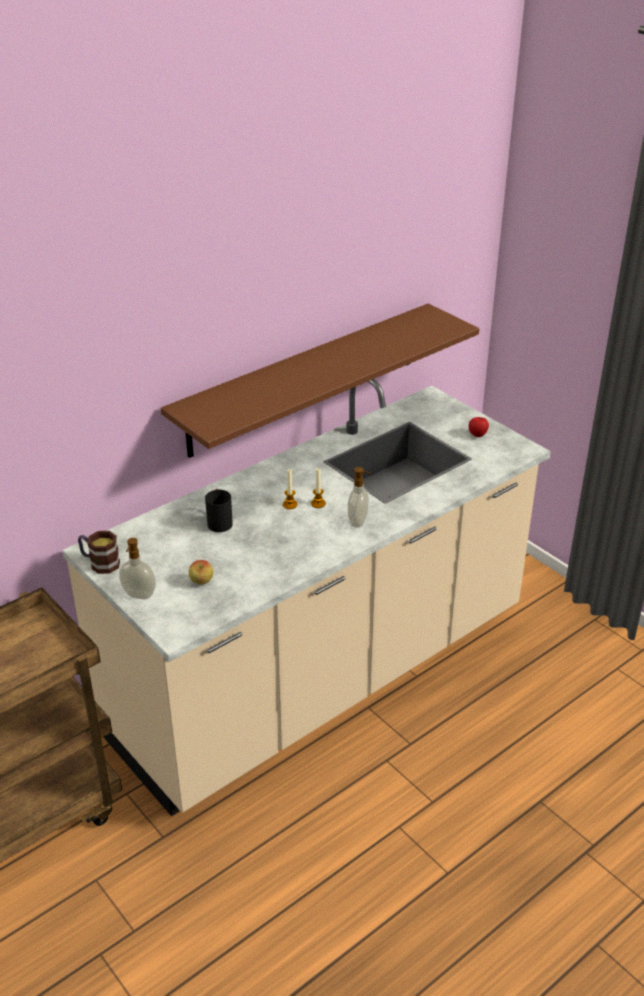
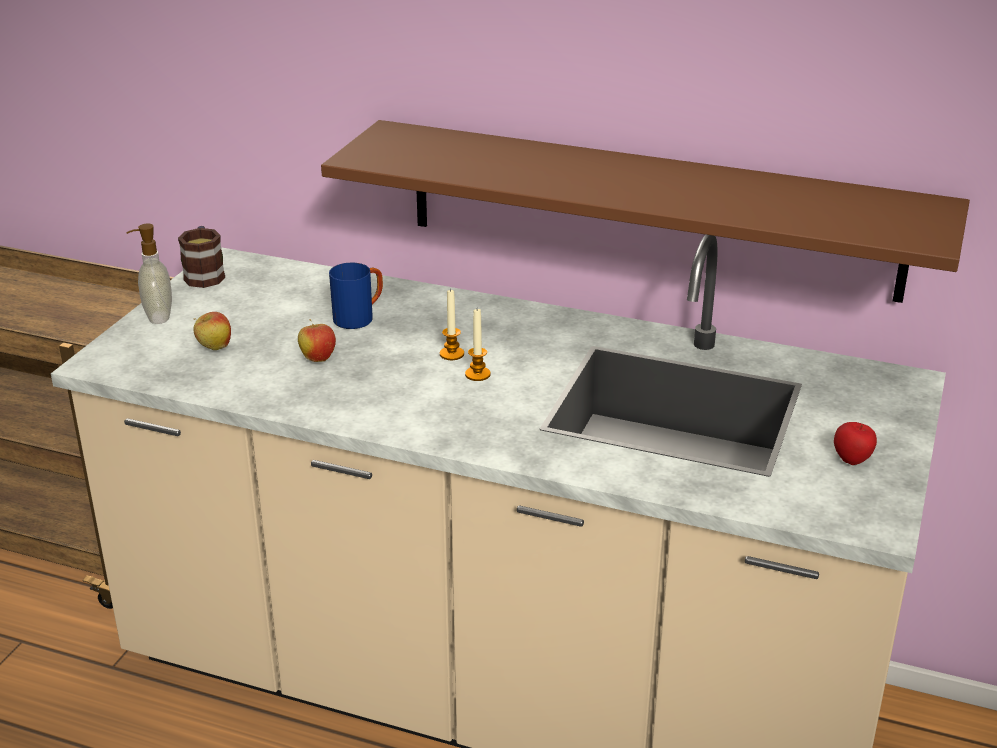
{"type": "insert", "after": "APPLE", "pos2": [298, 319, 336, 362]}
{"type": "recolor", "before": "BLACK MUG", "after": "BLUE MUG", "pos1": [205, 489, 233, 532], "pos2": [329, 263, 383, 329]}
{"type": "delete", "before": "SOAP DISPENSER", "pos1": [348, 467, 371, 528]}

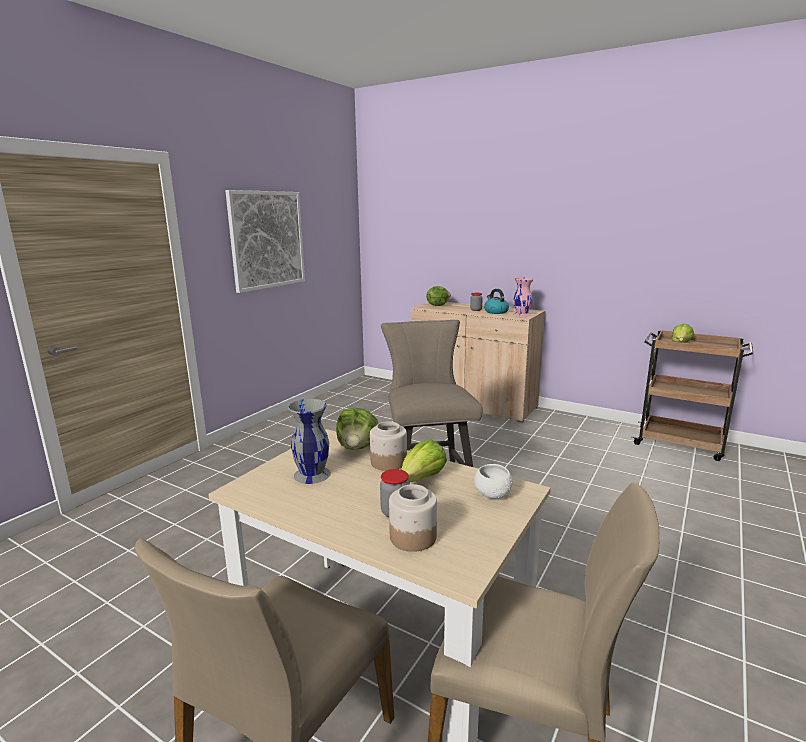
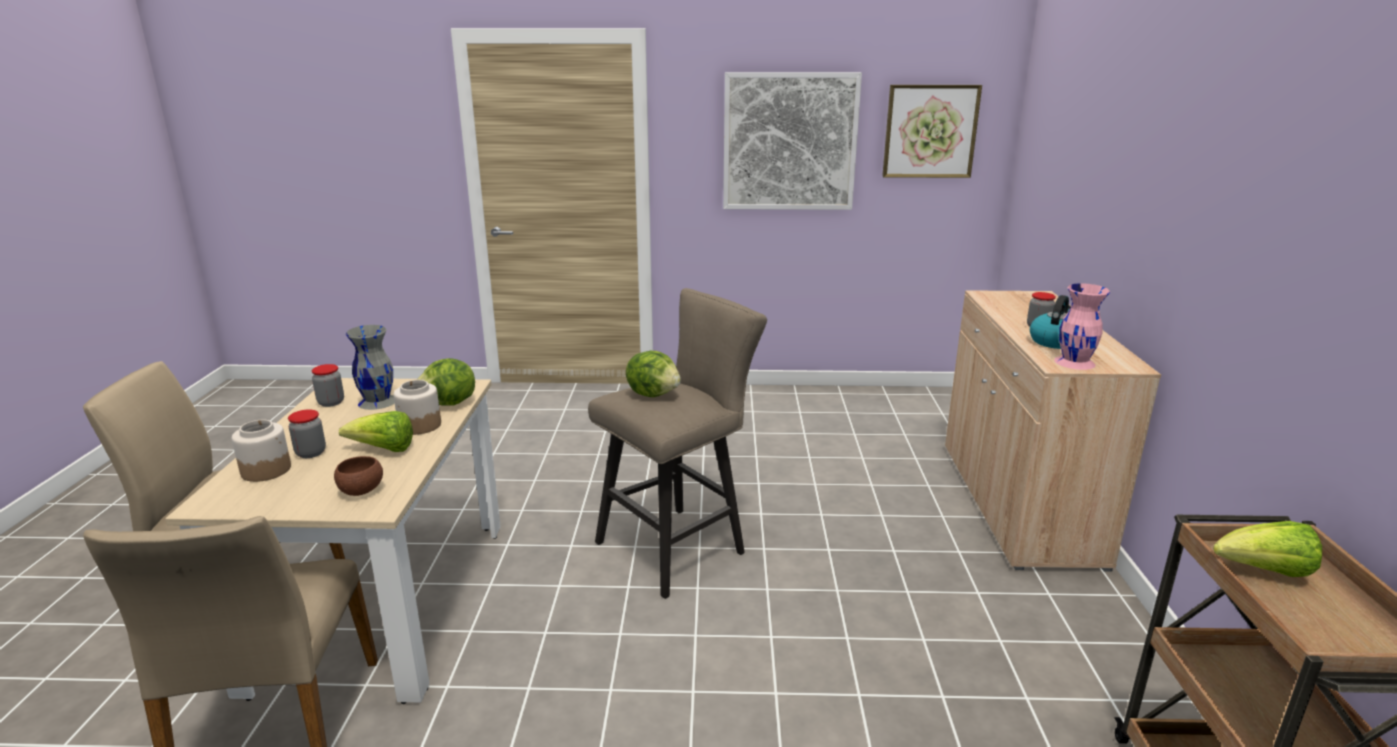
{"type": "insert", "after": "JAR", "pos2": [312, 364, 344, 407]}
{"type": "recolor", "before": "WHITE BOWL", "after": "BROWN BOWL", "pos1": [474, 464, 512, 499], "pos2": [334, 456, 383, 496]}
{"type": "move", "before": "LETTUCE", "pos1": [426, 286, 451, 306], "pos2": [626, 351, 681, 397]}
{"type": "insert", "after": "PICTURE", "pos2": [882, 85, 982, 178]}

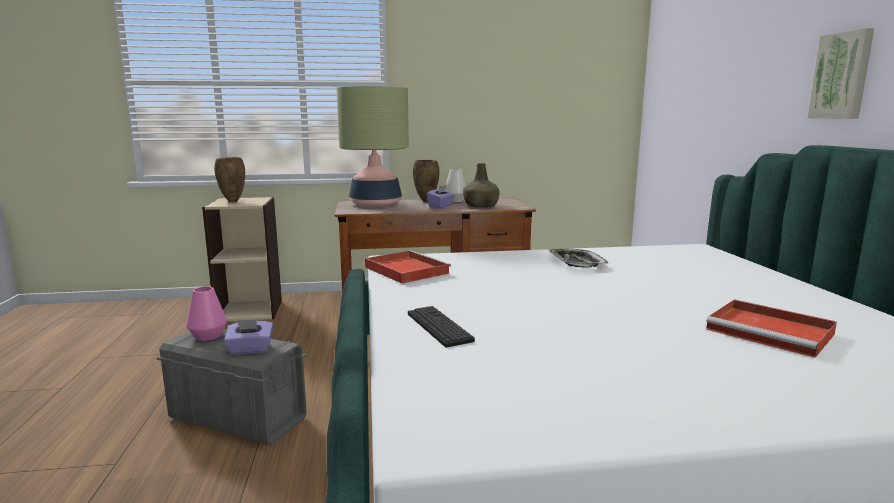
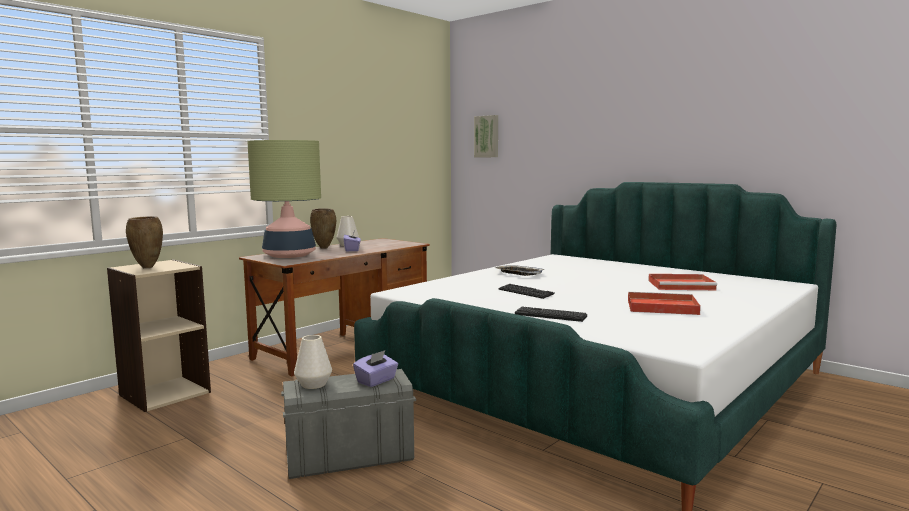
{"type": "recolor", "before": "PINK VASE", "after": "WHITE VASE", "pos1": [186, 286, 227, 341], "pos2": [294, 335, 332, 389]}
{"type": "move", "before": "PICTURE", "pos1": [808, 28, 874, 119], "pos2": [474, 115, 498, 157]}
{"type": "insert", "after": "KEYBOARD", "pos2": [498, 284, 554, 299]}
{"type": "move", "before": "RED TRAY", "pos1": [365, 250, 451, 284], "pos2": [628, 292, 701, 315]}
{"type": "delete", "before": "GREEN BOTTLE", "pos1": [463, 163, 500, 208]}

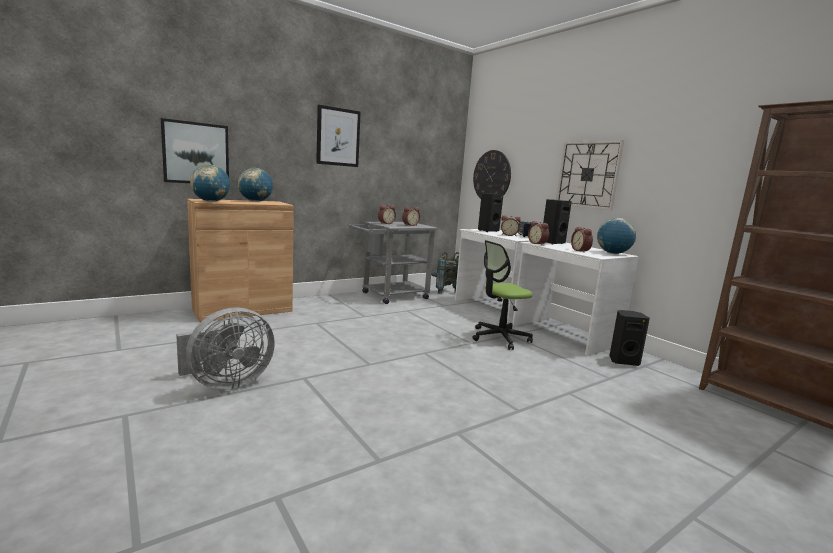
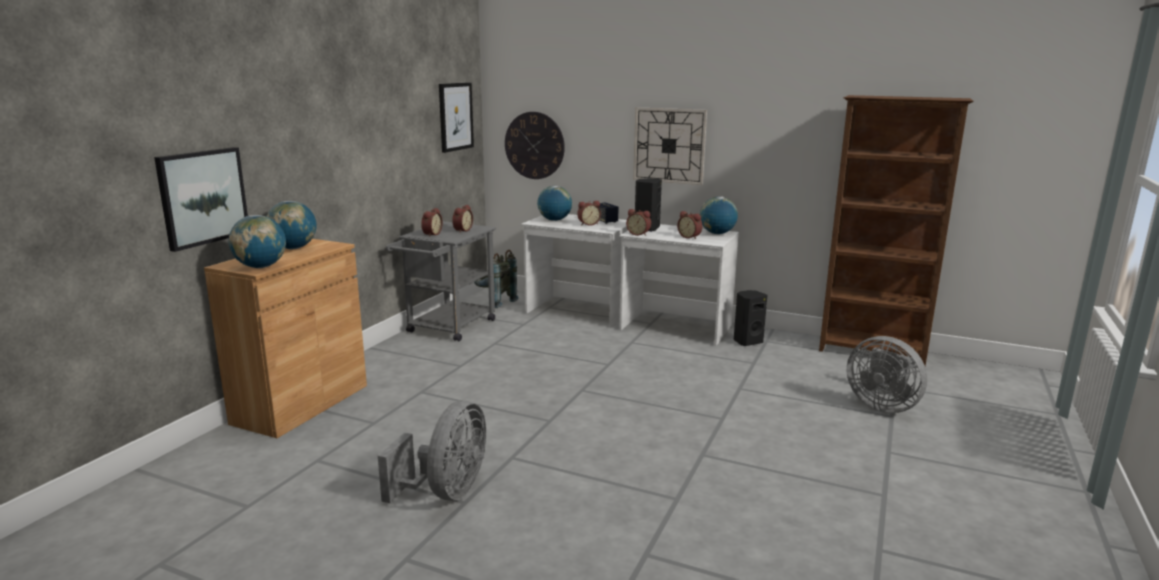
{"type": "move", "before": "PICTURE", "pos1": [316, 105, 361, 167], "pos2": [439, 83, 474, 153]}
{"type": "replace", "before": "BLACK SPEAKER", "after": "GLOBE", "pos1": [478, 193, 503, 232], "pos2": [537, 186, 572, 221]}
{"type": "insert", "after": "GREY FAN", "pos2": [847, 336, 927, 413]}
{"type": "delete", "before": "OFFICE CHAIR", "pos1": [472, 240, 533, 350]}

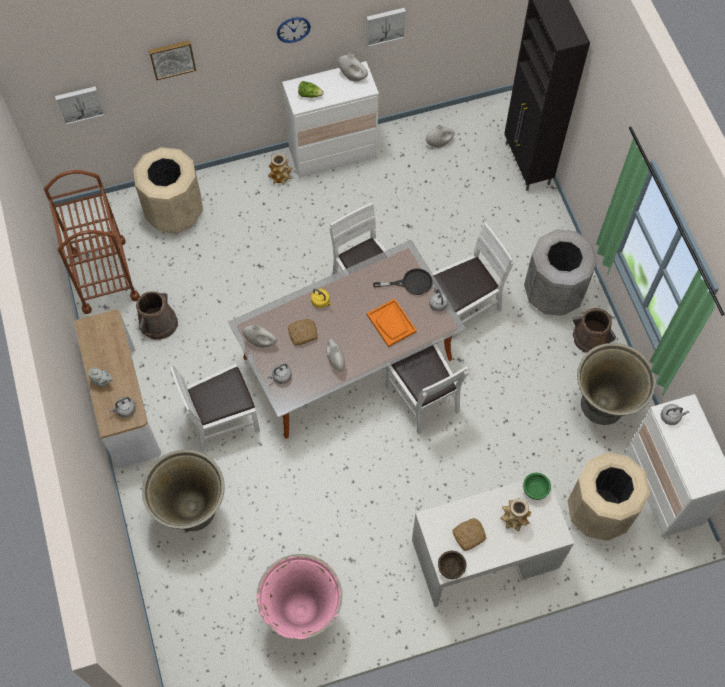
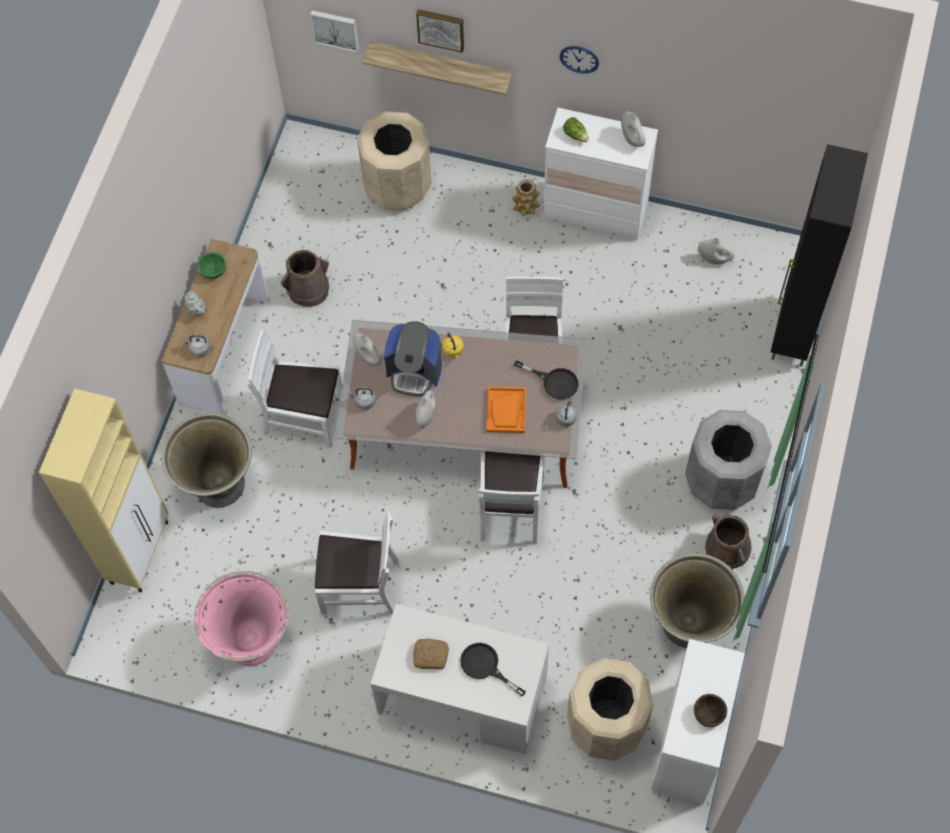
{"type": "insert", "after": "BEIGE CABINET", "pos2": [39, 388, 169, 592]}
{"type": "move", "before": "GREEN BOWL", "pos1": [523, 473, 551, 500], "pos2": [197, 252, 226, 279]}
{"type": "move", "before": "WHITE CHAIR", "pos1": [432, 223, 513, 339], "pos2": [315, 512, 399, 615]}
{"type": "insert", "after": "SHELF", "pos2": [363, 41, 513, 95]}
{"type": "replace", "before": "BREAD", "after": "COFFEE MACHINE", "pos1": [288, 319, 318, 346], "pos2": [384, 321, 442, 396]}
{"type": "replace", "before": "VASE", "after": "BLACK FRYING PAN", "pos1": [500, 498, 531, 531], "pos2": [460, 643, 526, 696]}
{"type": "move", "before": "BROWN BOWL", "pos1": [438, 551, 466, 579], "pos2": [694, 694, 727, 727]}
{"type": "delete", "before": "BROWN CART", "pos1": [44, 170, 140, 314]}
{"type": "delete", "before": "PICTURE", "pos1": [366, 8, 406, 47]}
{"type": "delete", "before": "GREY KETTLE", "pos1": [661, 404, 690, 425]}

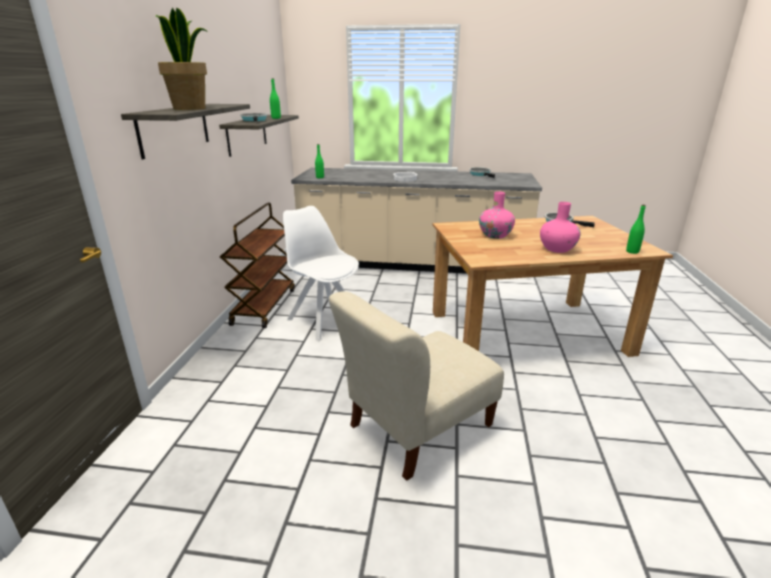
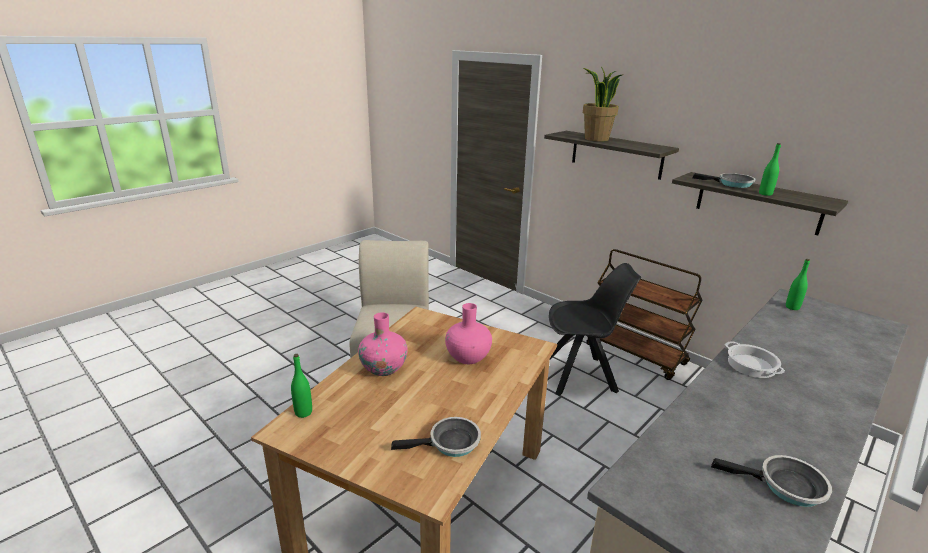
{"type": "recolor", "before": "WHITE CHAIR", "after": "BLACK CHAIR", "pos1": [283, 206, 359, 341], "pos2": [549, 263, 641, 396]}

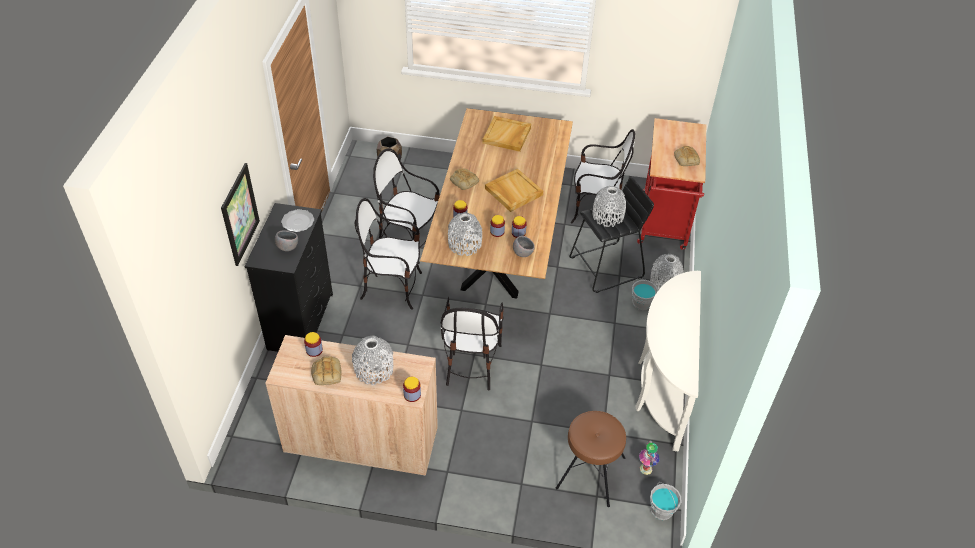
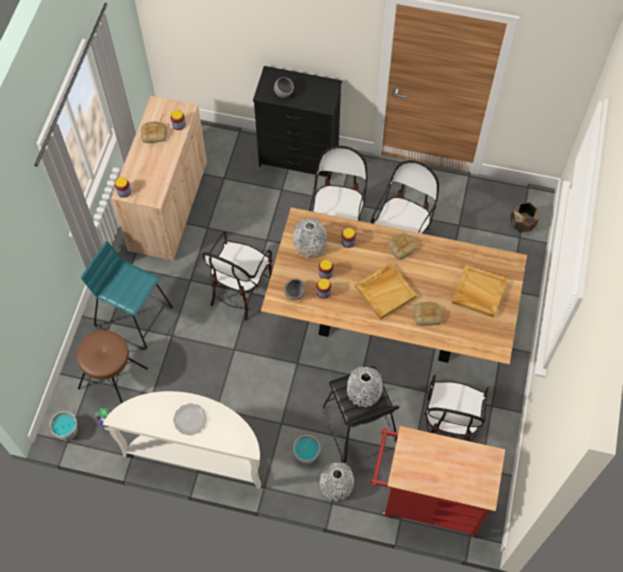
{"type": "insert", "after": "TURQUOISE STOOL", "pos2": [81, 241, 173, 350]}
{"type": "move", "before": "PLATE", "pos1": [281, 209, 314, 232], "pos2": [173, 403, 207, 435]}
{"type": "rotate", "before": "CHAIR", "pos1": [441, 297, 504, 391], "pos2": [202, 231, 273, 321], "turn": -75}
{"type": "move", "before": "BREAD", "pos1": [674, 146, 700, 166], "pos2": [414, 302, 442, 326]}
{"type": "delete", "before": "PICTURE", "pos1": [221, 163, 260, 266]}
{"type": "delete", "before": "GREY VASE", "pos1": [352, 335, 393, 385]}

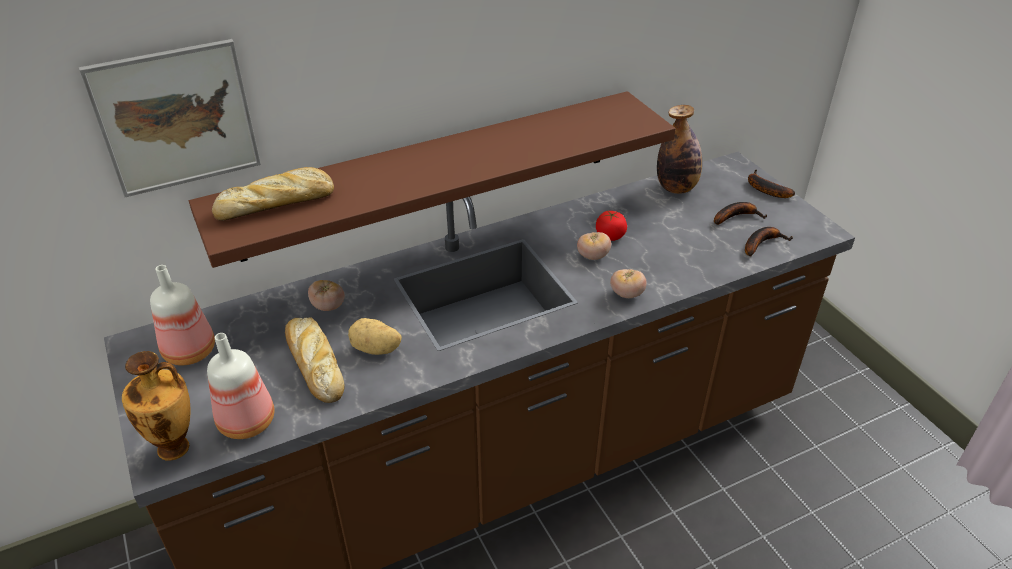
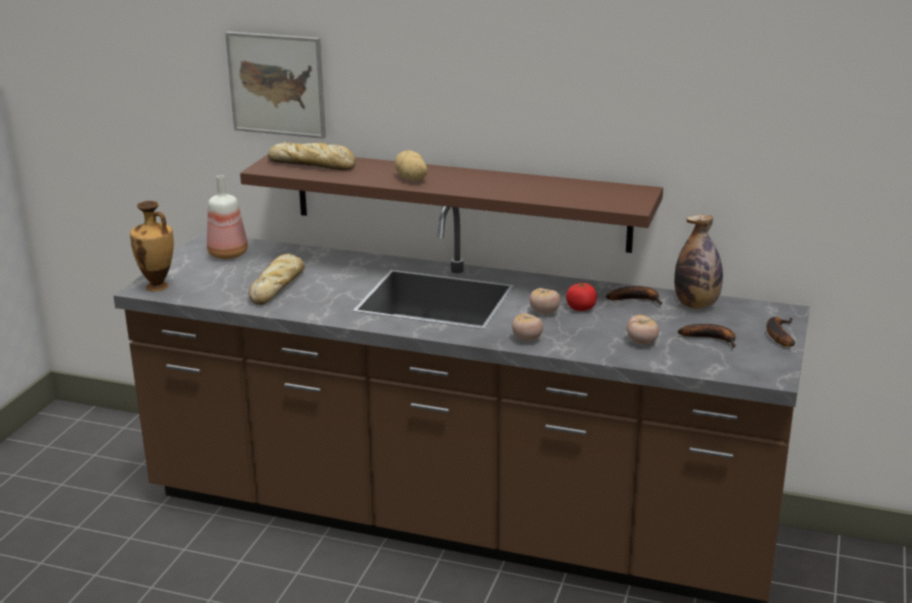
{"type": "move", "before": "POTATO", "pos1": [348, 318, 402, 355], "pos2": [395, 150, 428, 181]}
{"type": "move", "before": "BANANA", "pos1": [745, 227, 793, 257], "pos2": [606, 286, 662, 305]}
{"type": "move", "before": "TOMATO", "pos1": [308, 280, 345, 311], "pos2": [627, 315, 659, 345]}
{"type": "delete", "before": "BOTTLE", "pos1": [207, 333, 275, 439]}

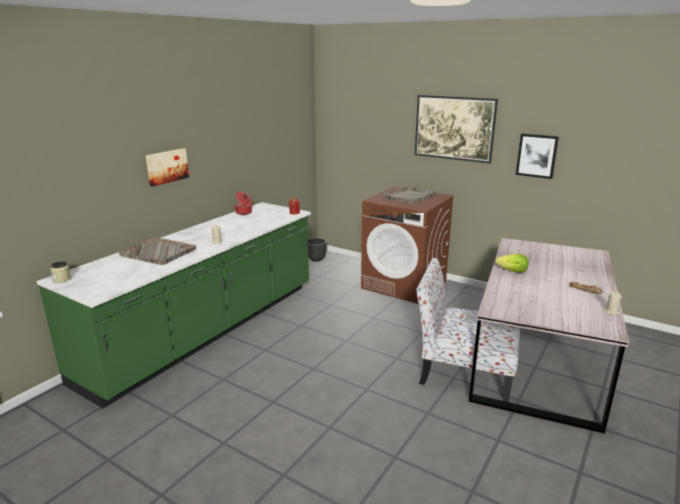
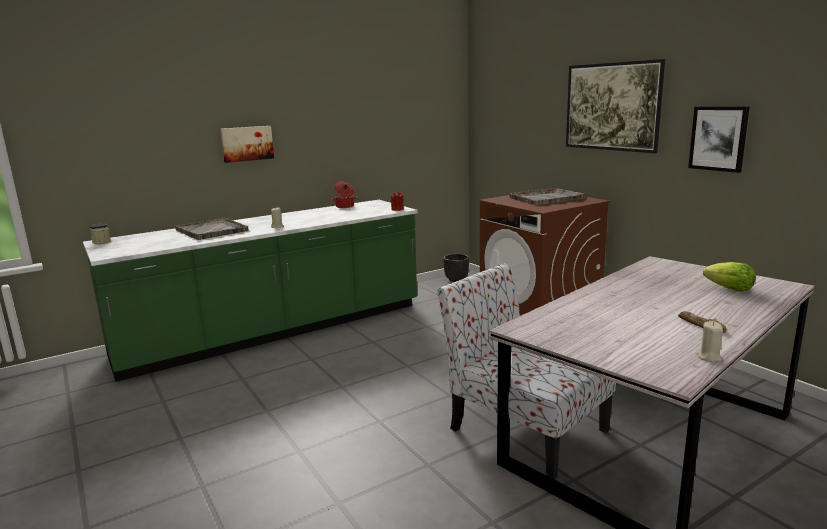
{"type": "move", "before": "LETTUCE", "pos1": [495, 254, 528, 273], "pos2": [703, 262, 756, 292]}

